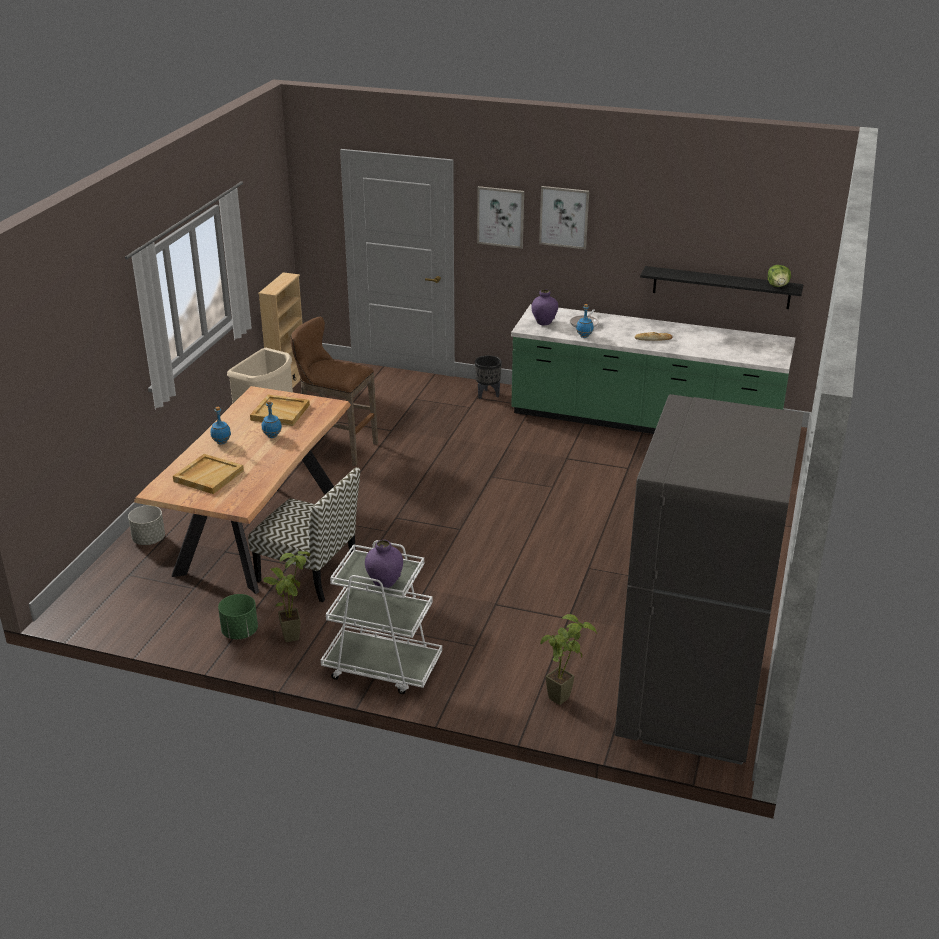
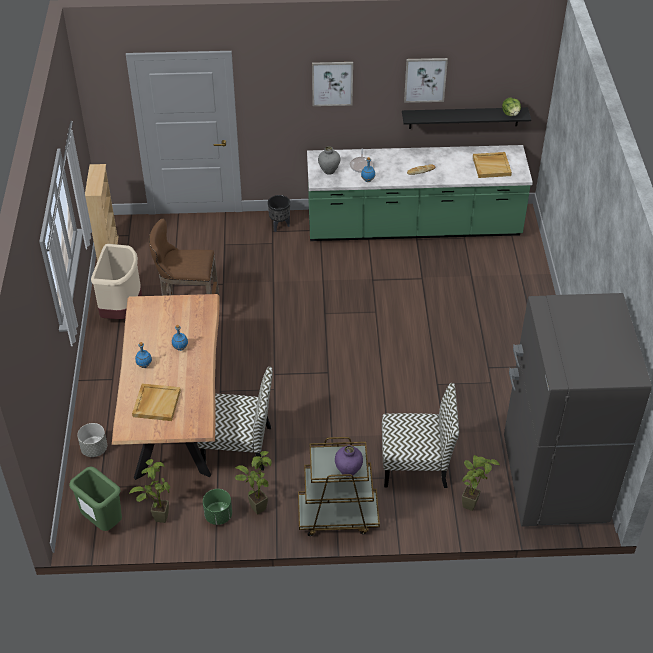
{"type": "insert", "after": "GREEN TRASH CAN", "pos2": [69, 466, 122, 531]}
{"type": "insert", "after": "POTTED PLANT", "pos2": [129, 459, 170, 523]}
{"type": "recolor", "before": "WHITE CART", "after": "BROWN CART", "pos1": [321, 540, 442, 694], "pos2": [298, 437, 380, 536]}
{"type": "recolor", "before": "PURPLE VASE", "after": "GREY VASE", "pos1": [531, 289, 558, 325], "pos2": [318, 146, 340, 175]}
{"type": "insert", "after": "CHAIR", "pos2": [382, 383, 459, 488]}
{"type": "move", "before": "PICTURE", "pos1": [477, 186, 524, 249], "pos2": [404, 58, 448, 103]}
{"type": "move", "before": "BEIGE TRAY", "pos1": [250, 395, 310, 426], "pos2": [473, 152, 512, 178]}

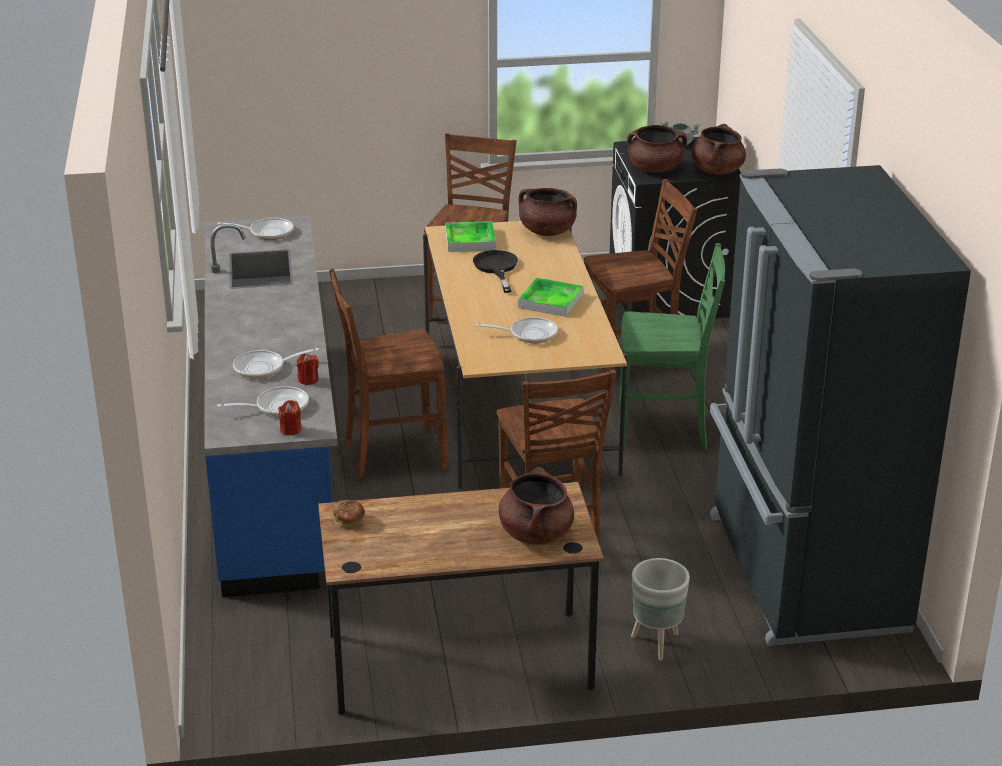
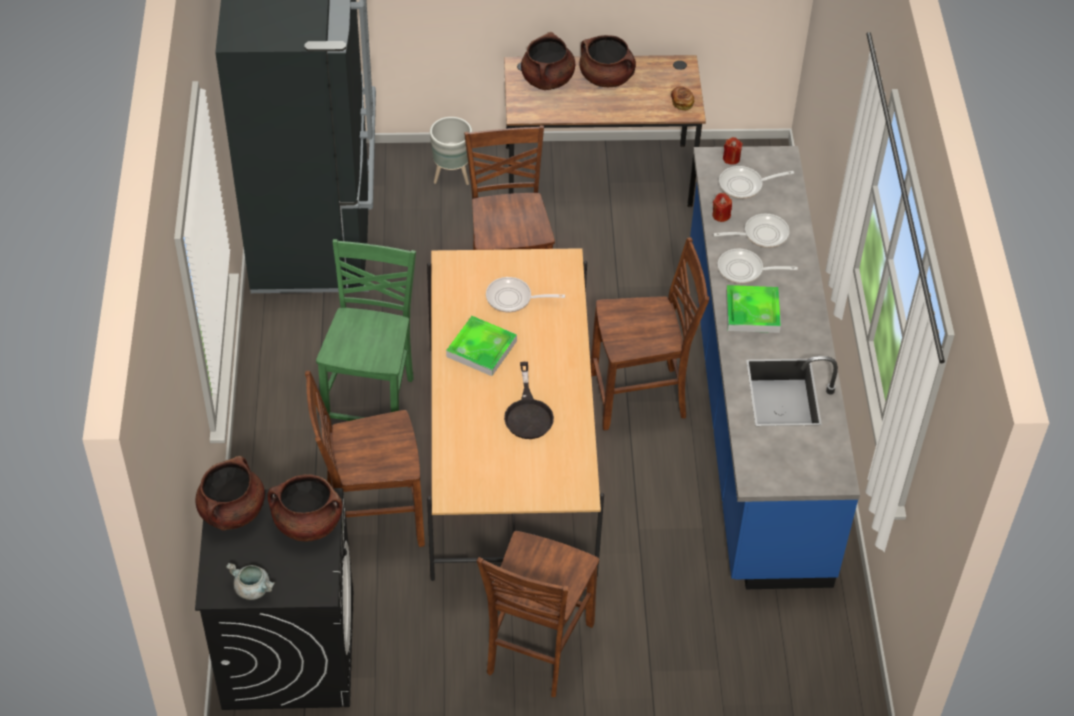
{"type": "rotate", "before": "GREEN CHAIR", "pos1": [619, 243, 725, 450], "pos2": [316, 239, 416, 421], "turn": 90}
{"type": "move", "before": "BROWN COOKING POT", "pos1": [519, 188, 577, 236], "pos2": [579, 35, 636, 87]}
{"type": "move", "before": "FRYING PAN", "pos1": [218, 218, 294, 240], "pos2": [718, 249, 798, 284]}
{"type": "move", "before": "TRAY", "pos1": [446, 221, 496, 252], "pos2": [726, 285, 781, 333]}

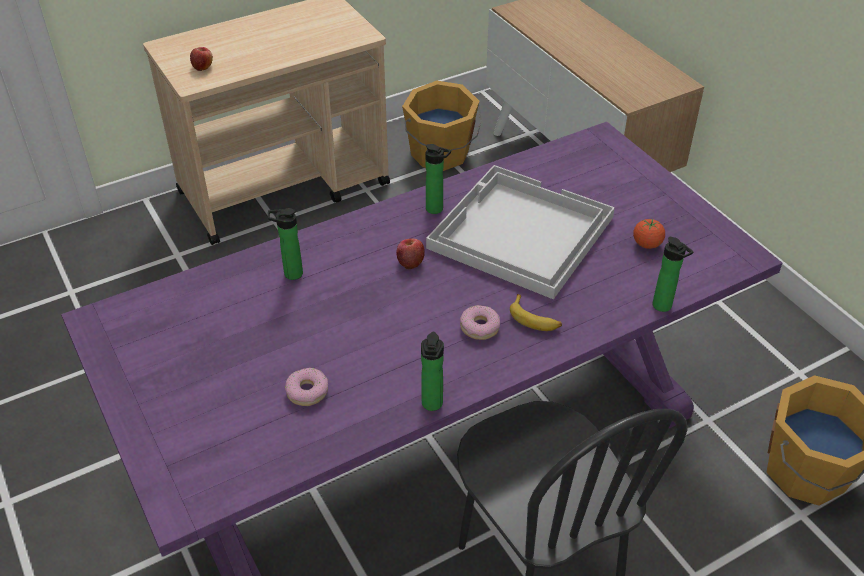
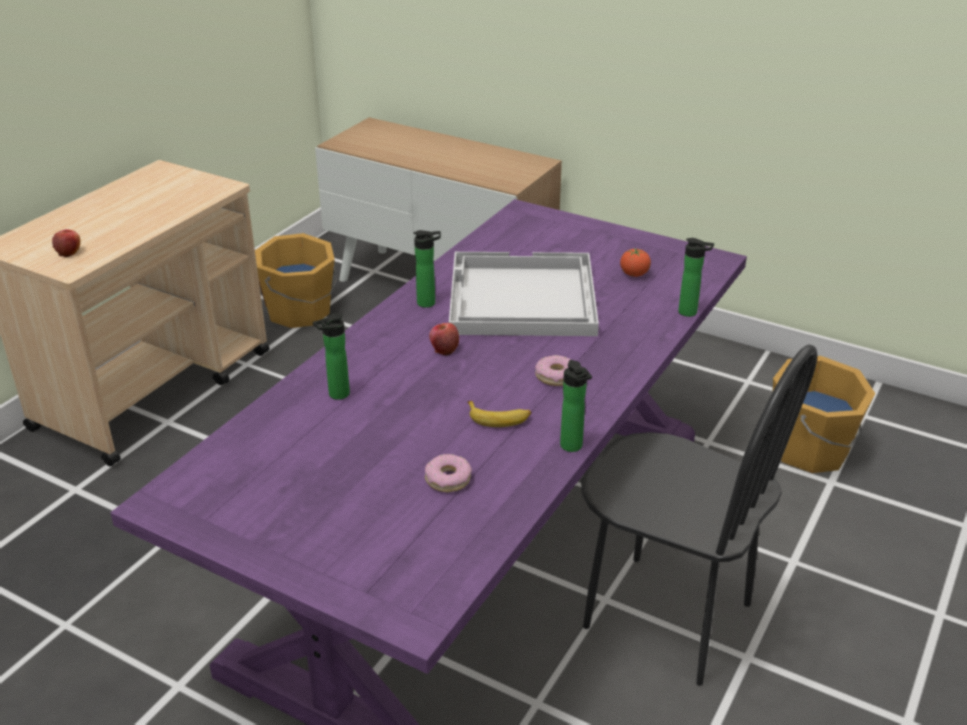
{"type": "move", "before": "BANANA", "pos1": [510, 294, 562, 331], "pos2": [468, 401, 531, 427]}

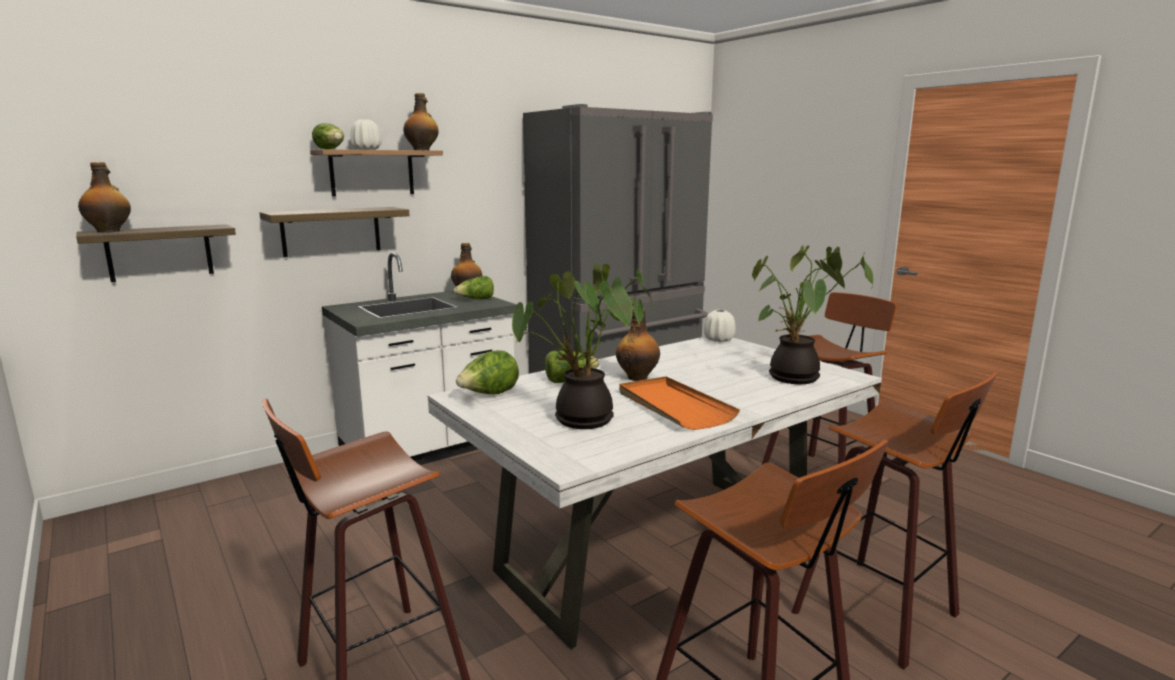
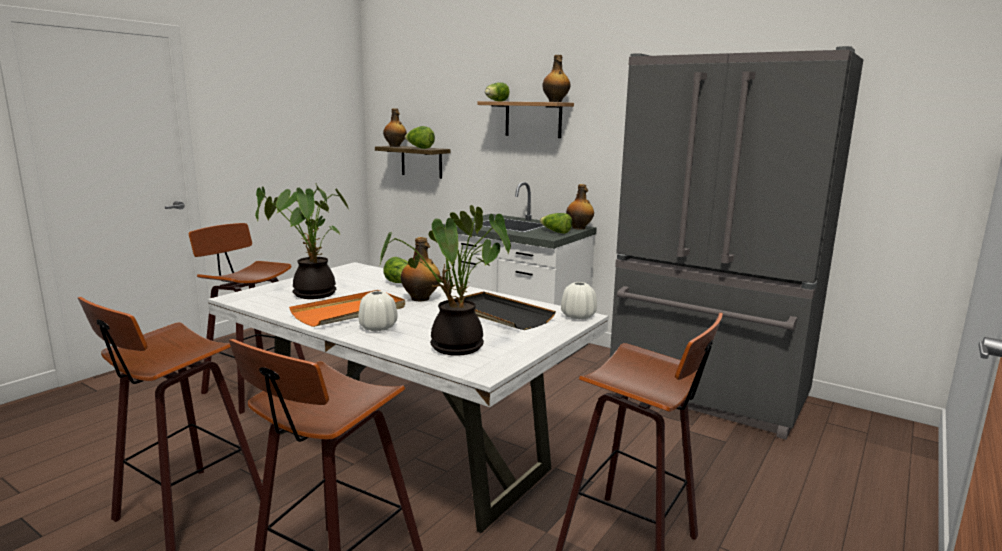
{"type": "move", "before": "WHITE VASE", "pos1": [350, 119, 382, 150], "pos2": [358, 291, 397, 331]}
{"type": "move", "before": "LETTUCE", "pos1": [456, 350, 519, 394], "pos2": [405, 126, 435, 149]}
{"type": "insert", "after": "BLACK TRAY", "pos2": [455, 291, 556, 330]}
{"type": "delete", "before": "SHELF", "pos1": [259, 207, 410, 257]}

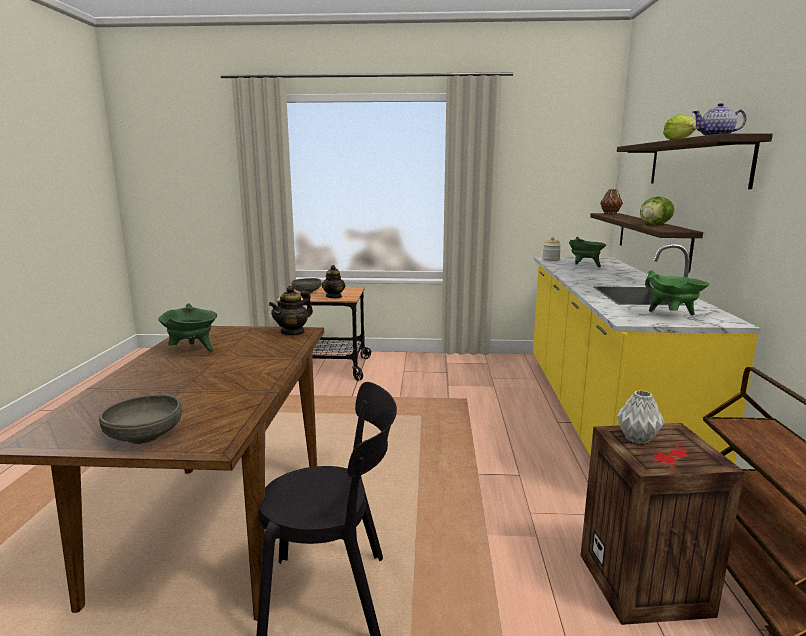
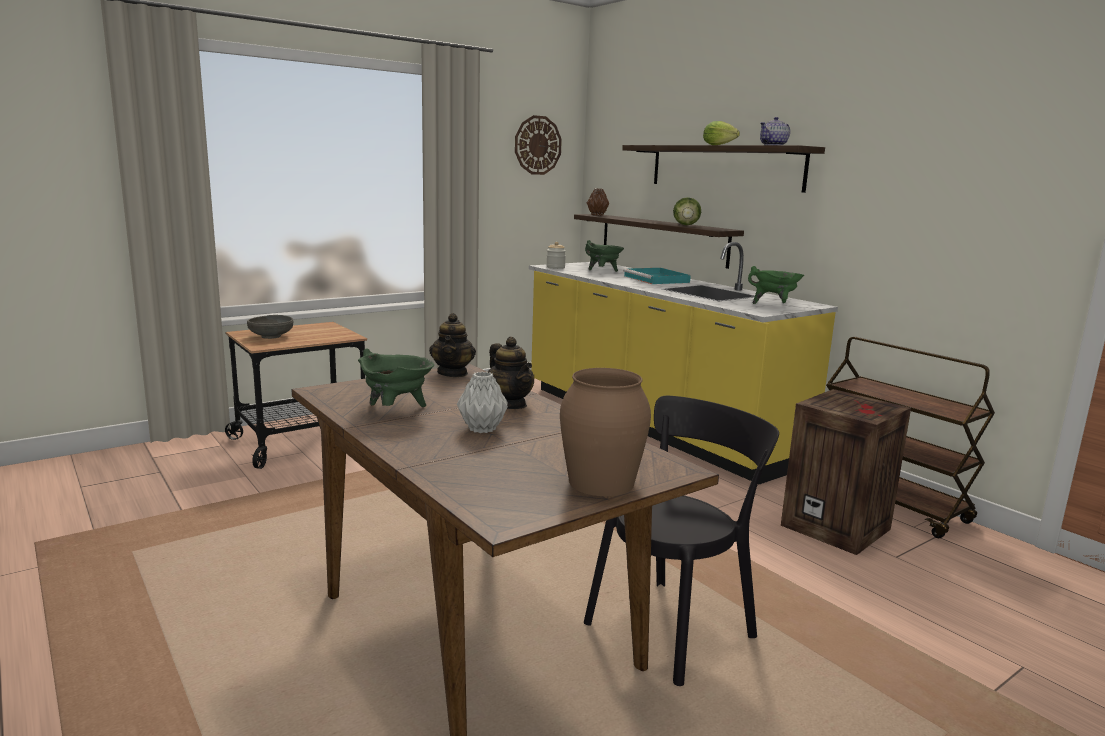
{"type": "move", "before": "GREY VASE", "pos1": [617, 390, 665, 444], "pos2": [457, 372, 508, 433]}
{"type": "move", "before": "TEAPOT", "pos1": [322, 265, 346, 299], "pos2": [488, 337, 534, 409]}
{"type": "insert", "after": "WALL CLOCK", "pos2": [515, 115, 562, 175]}
{"type": "replace", "before": "GREY BOWL", "after": "BROWN VASE", "pos1": [99, 394, 182, 444], "pos2": [560, 368, 651, 496]}
{"type": "insert", "after": "TURQUOISE TRAY", "pos2": [623, 268, 691, 284]}

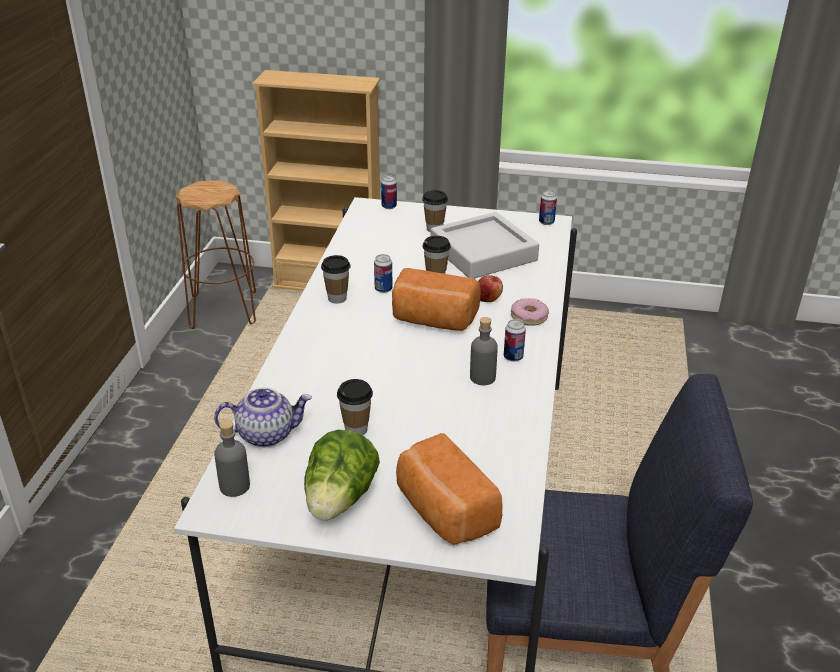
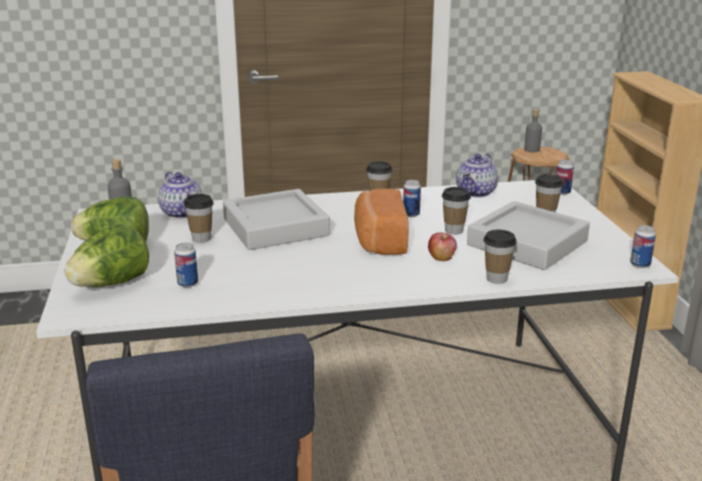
{"type": "replace", "before": "BREAD", "after": "LETTUCE", "pos1": [396, 433, 503, 545], "pos2": [65, 224, 149, 287]}
{"type": "move", "before": "CAN", "pos1": [504, 319, 526, 362], "pos2": [174, 243, 198, 288]}
{"type": "insert", "after": "GREY TRAY", "pos2": [223, 189, 330, 250]}
{"type": "insert", "after": "TEAPOT", "pos2": [456, 154, 498, 198]}
{"type": "insert", "after": "CUP", "pos2": [483, 230, 517, 284]}
{"type": "move", "before": "GREY BOTTLE", "pos1": [470, 317, 498, 385], "pos2": [524, 109, 542, 152]}
{"type": "delete", "before": "DONUT", "pos1": [511, 298, 549, 326]}

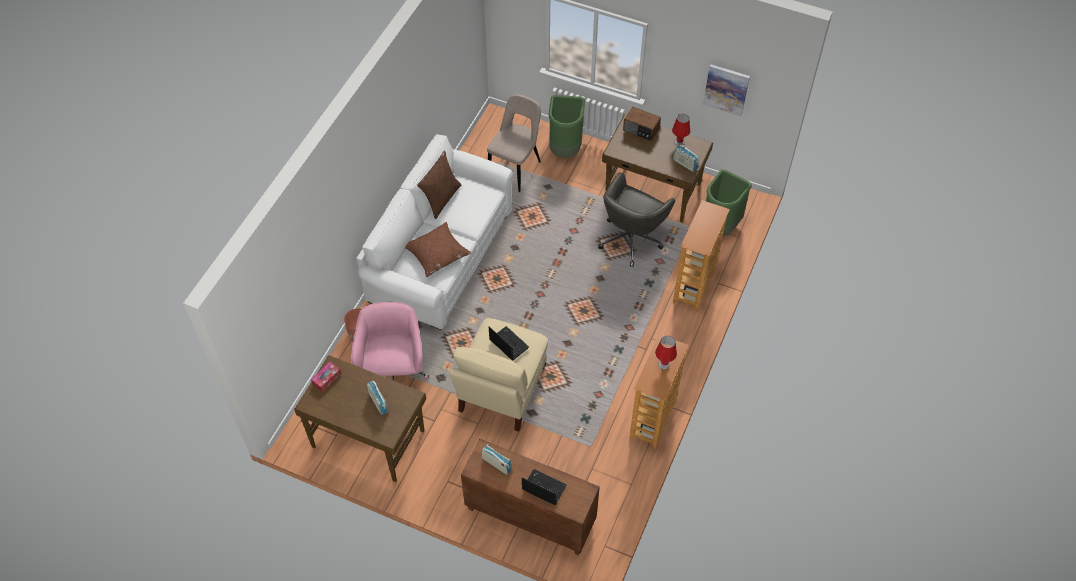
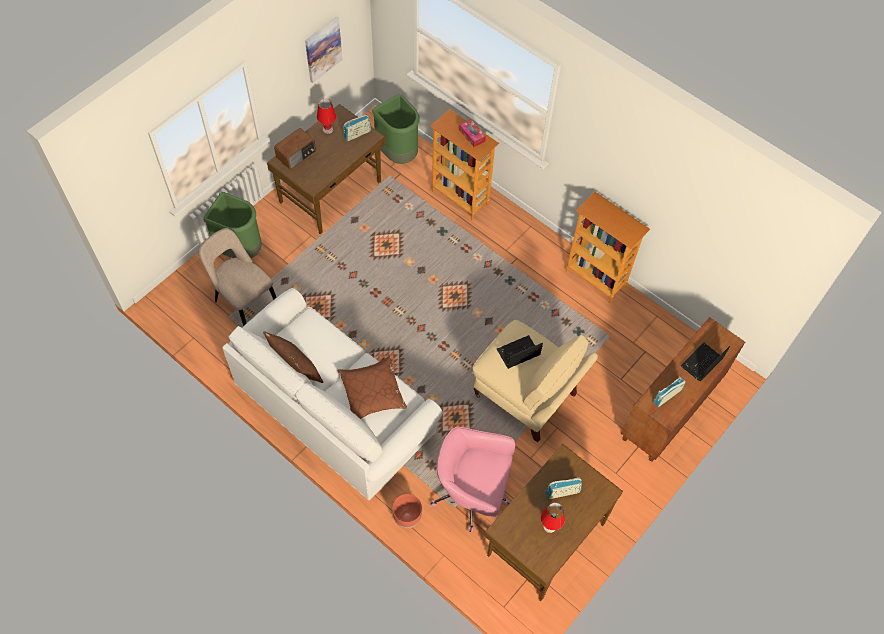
{"type": "move", "before": "TISSUE BOX", "pos1": [311, 362, 341, 392], "pos2": [459, 119, 486, 147]}
{"type": "move", "before": "RED TABLE LAMP", "pos1": [655, 336, 677, 369], "pos2": [541, 503, 565, 533]}
{"type": "delete", "before": "GREY OFFICE CHAIR", "pos1": [598, 172, 675, 267]}

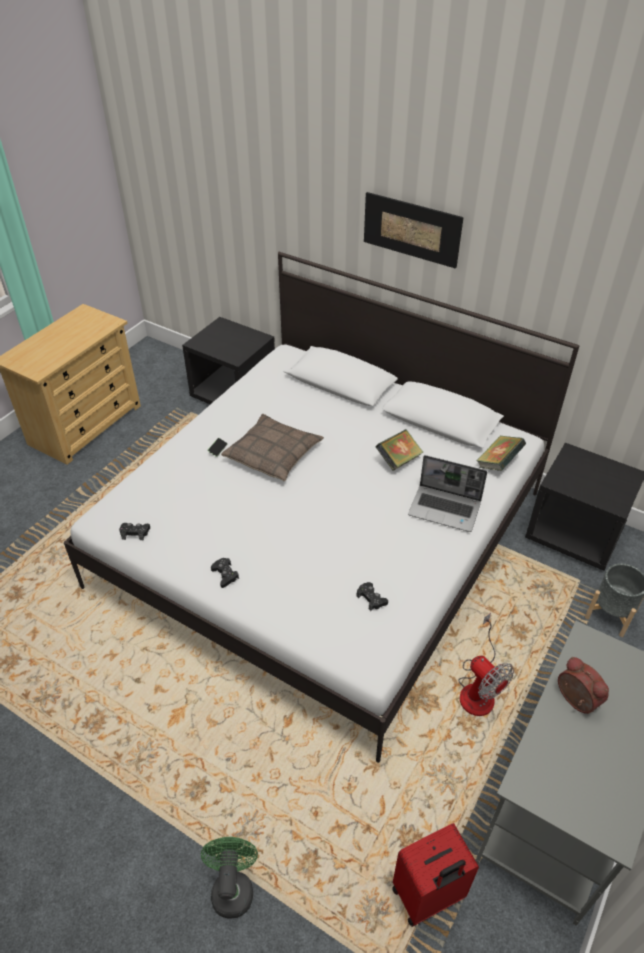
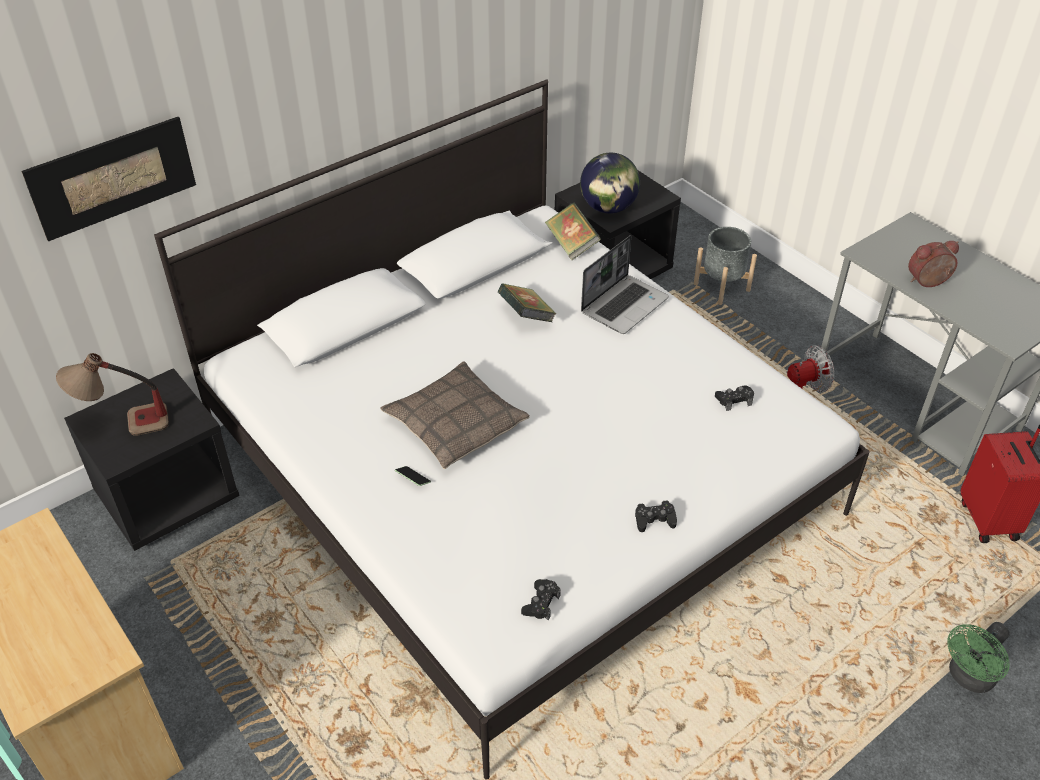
{"type": "move", "before": "PICTURE", "pos1": [364, 192, 464, 269], "pos2": [22, 117, 196, 241]}
{"type": "insert", "after": "TABLE LAMP", "pos2": [56, 353, 169, 436]}
{"type": "insert", "after": "GLOBE", "pos2": [580, 153, 640, 213]}
{"type": "rotate", "before": "GREEN FAN", "pos1": [201, 837, 258, 919], "pos2": [948, 622, 1010, 693], "turn": -60}

